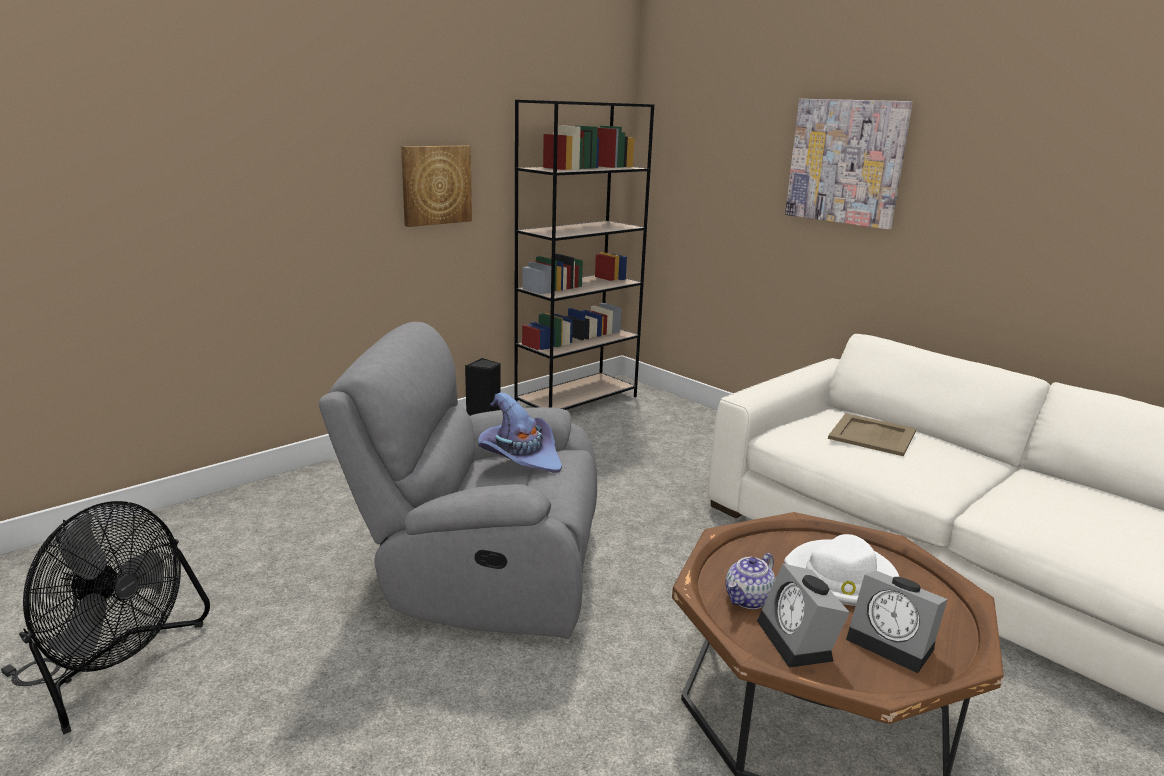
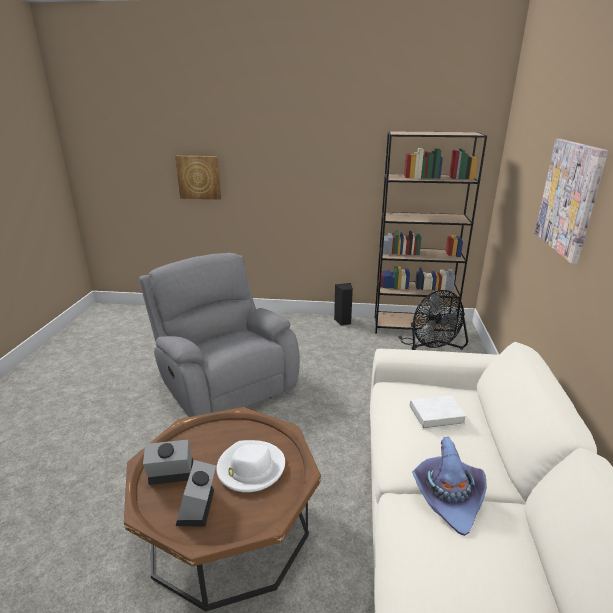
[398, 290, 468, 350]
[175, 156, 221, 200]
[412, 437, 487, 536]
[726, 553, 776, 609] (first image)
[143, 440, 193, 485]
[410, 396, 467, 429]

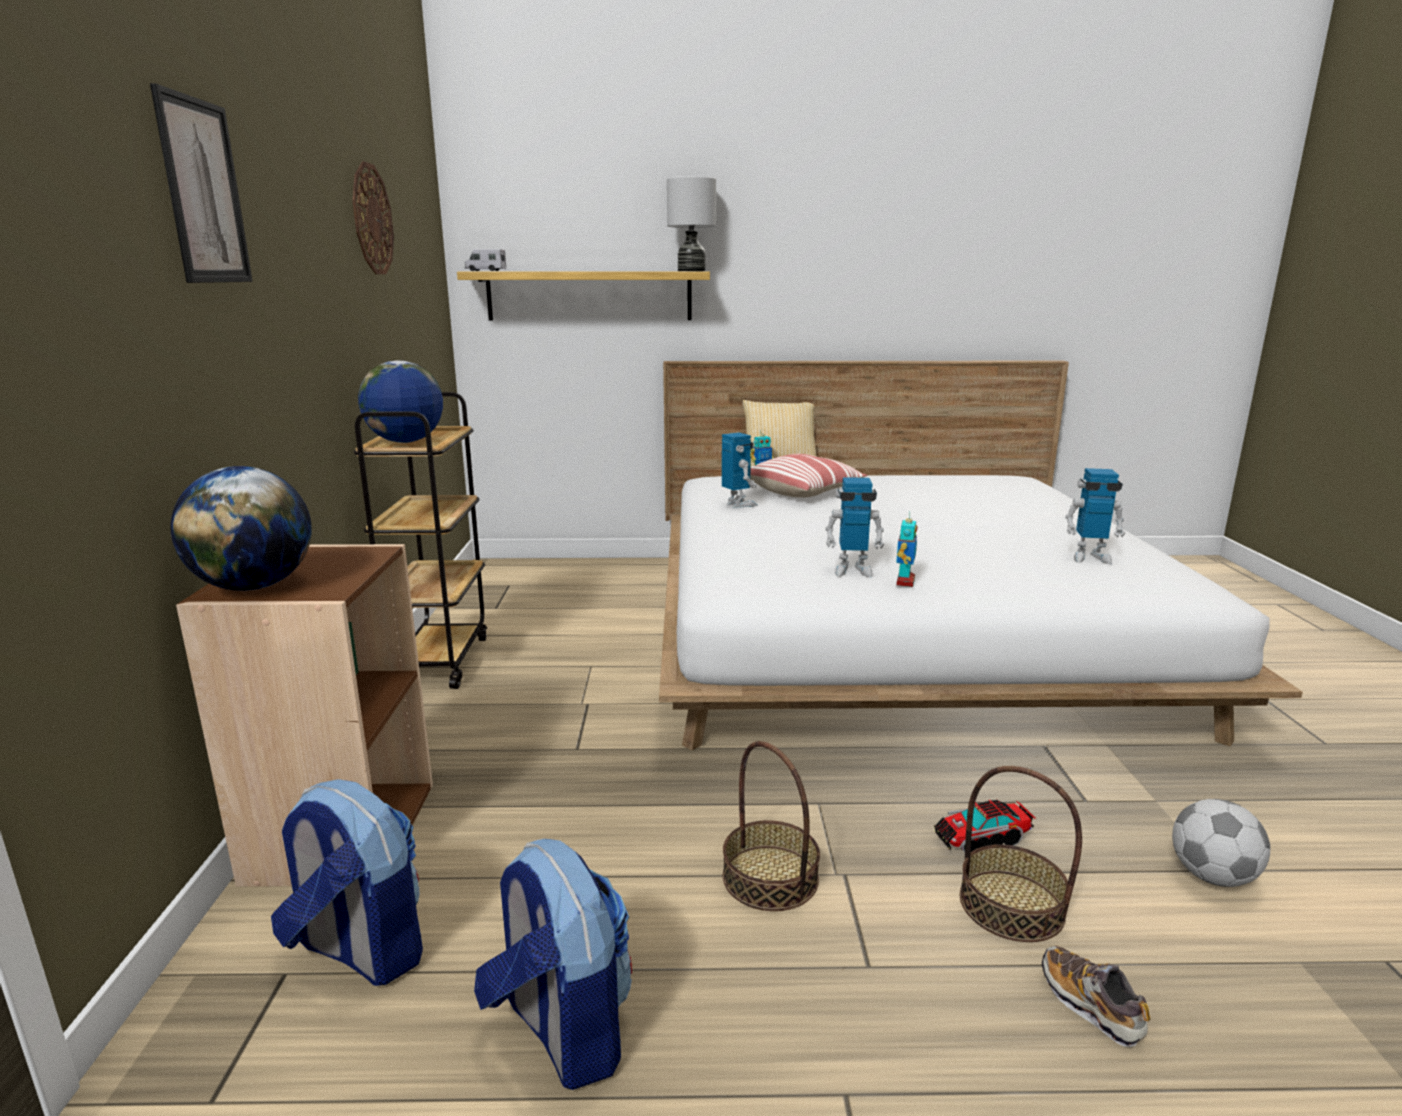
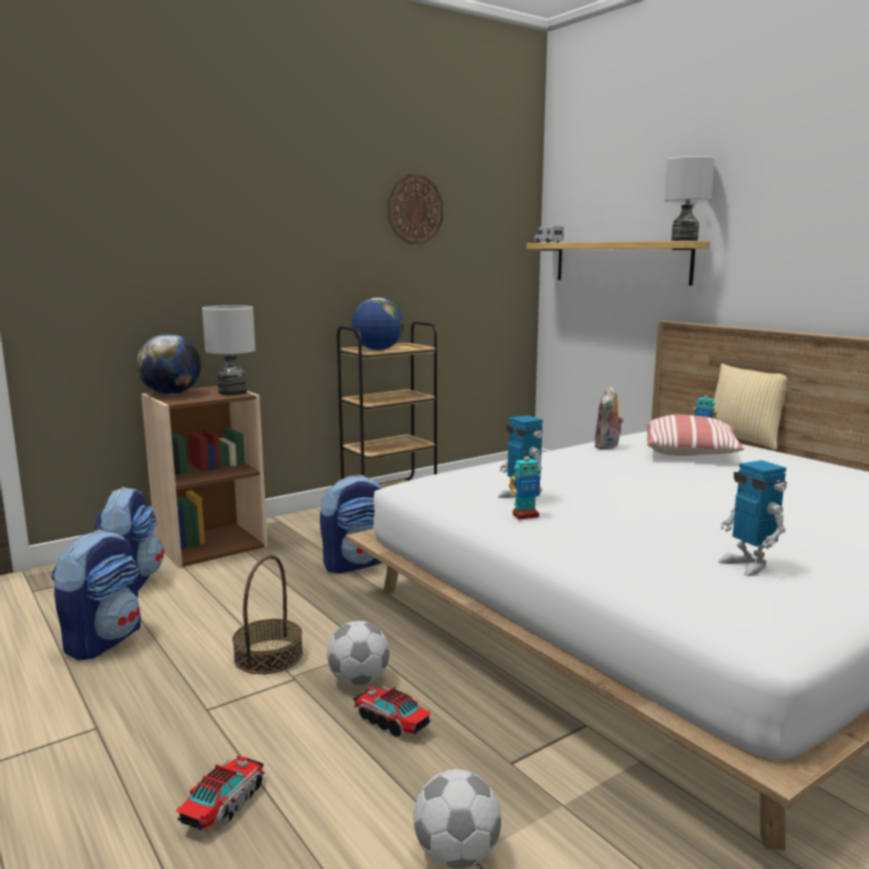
[150, 83, 253, 283] (first image)
[594, 387, 624, 450]
[959, 766, 1082, 942] (first image)
[176, 756, 264, 831]
[202, 305, 255, 395]
[320, 475, 382, 573]
[327, 621, 390, 686]

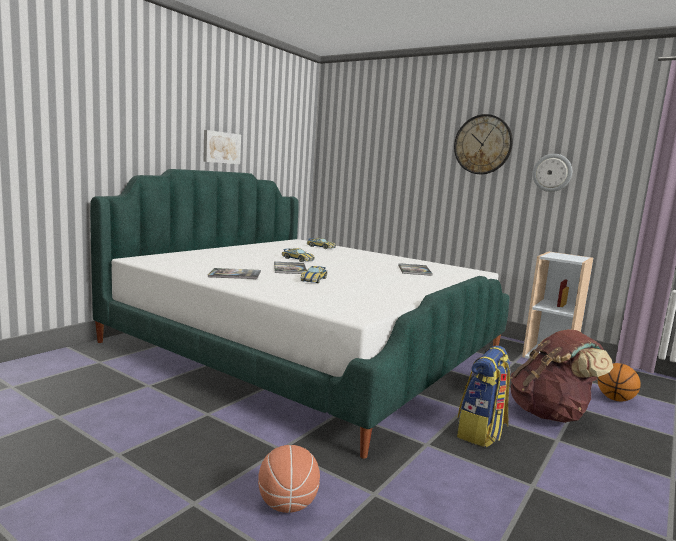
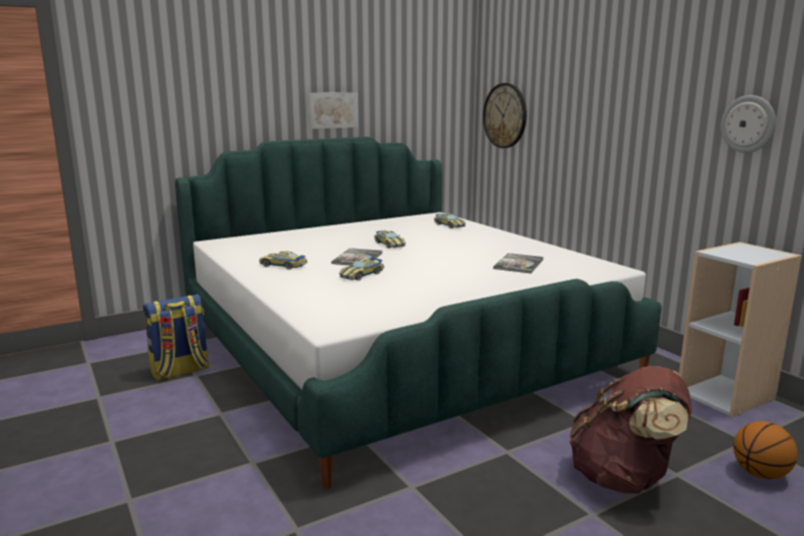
[259, 251, 307, 270]
[258, 445, 320, 513] (first image)
[483, 83, 527, 148]
[143, 294, 210, 381]

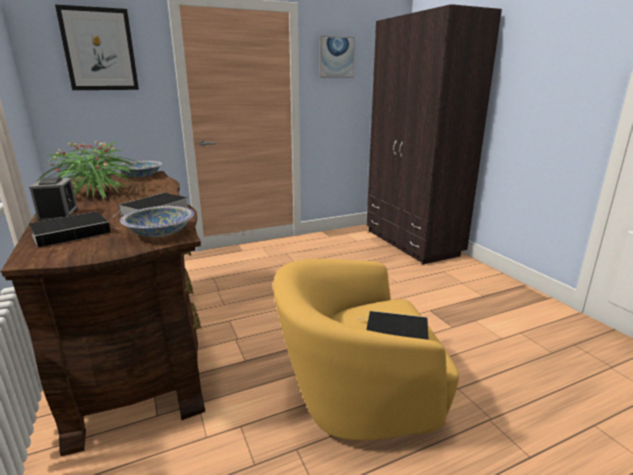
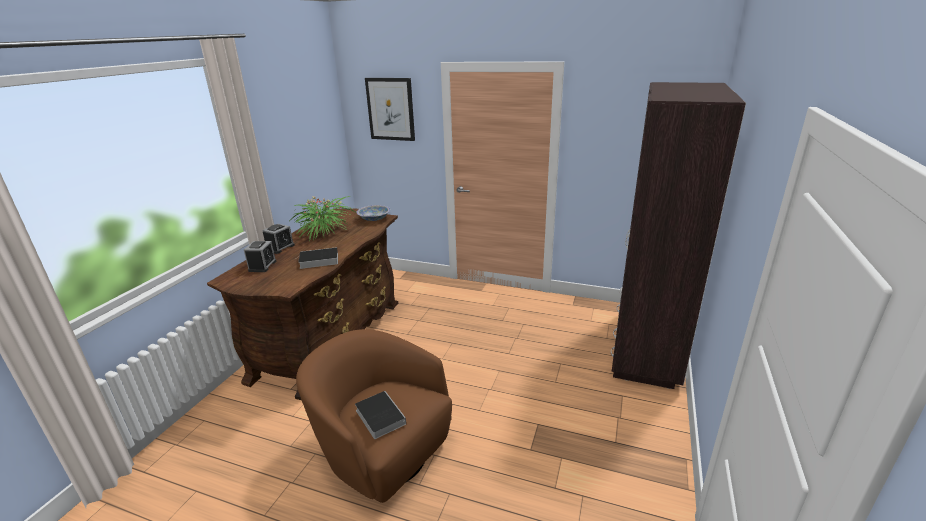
[244, 241, 276, 272]
[120, 206, 194, 237] (first image)
[296, 329, 452, 503]
[319, 36, 355, 78] (first image)

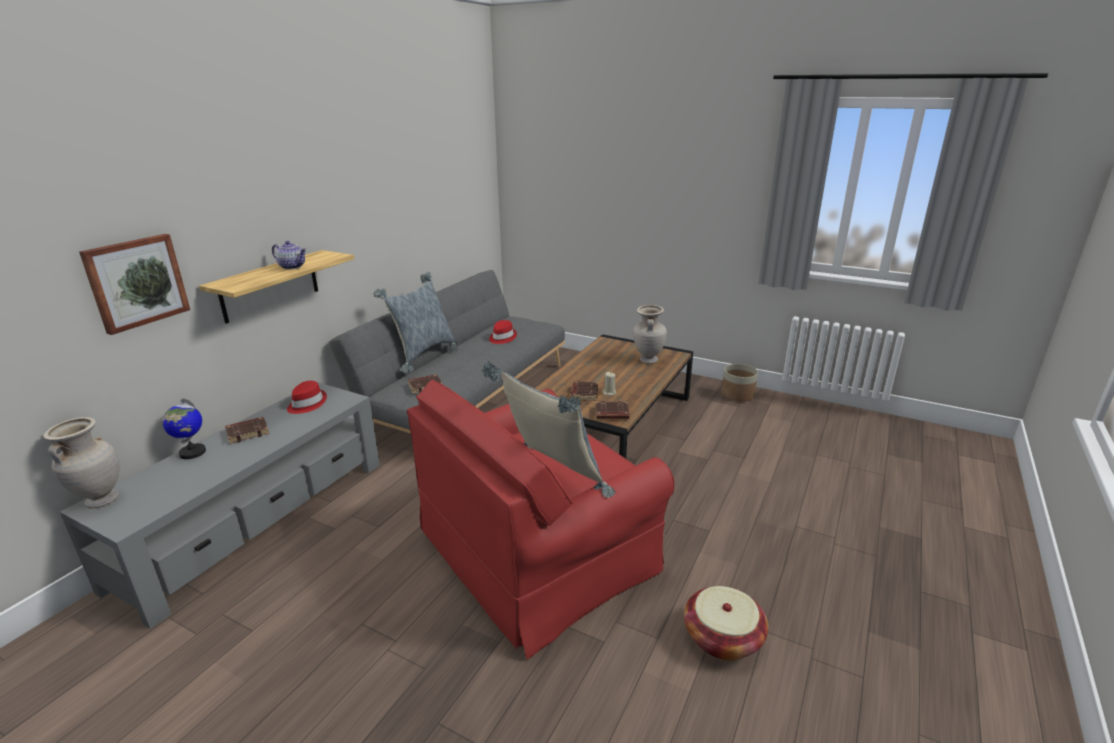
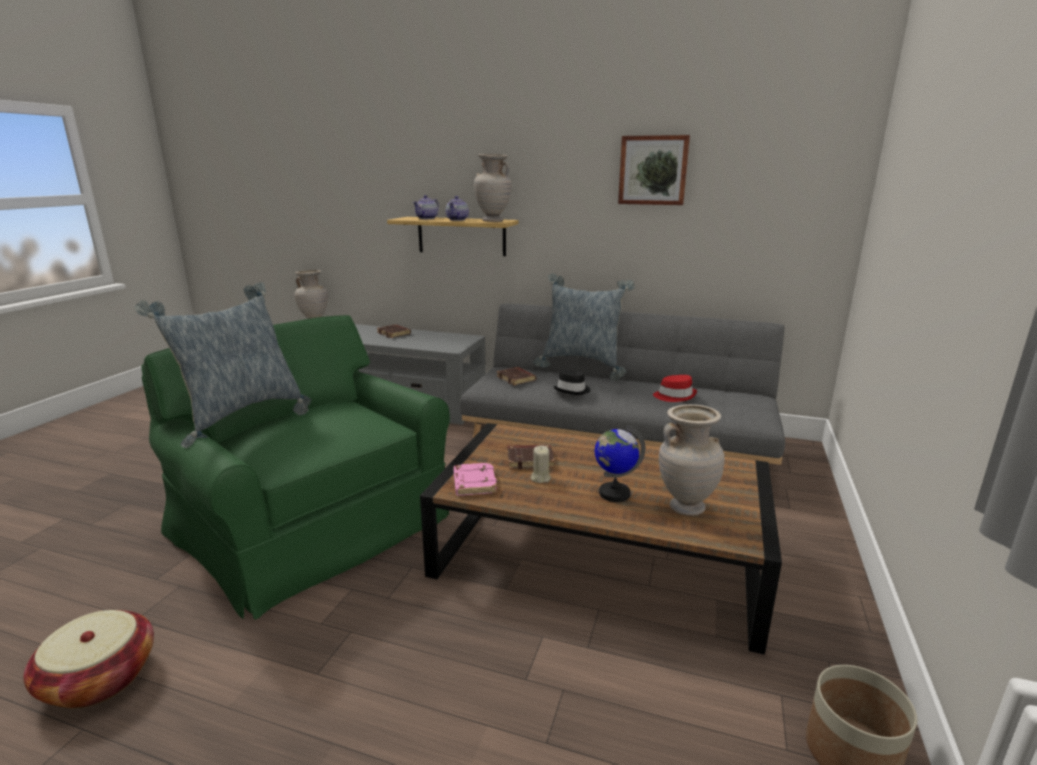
[618, 135, 690, 205]
[595, 426, 646, 502]
[287, 381, 327, 414] (first image)
[141, 315, 450, 619]
[453, 462, 497, 496]
[413, 195, 439, 219]
[474, 154, 512, 222]
[553, 370, 591, 395]

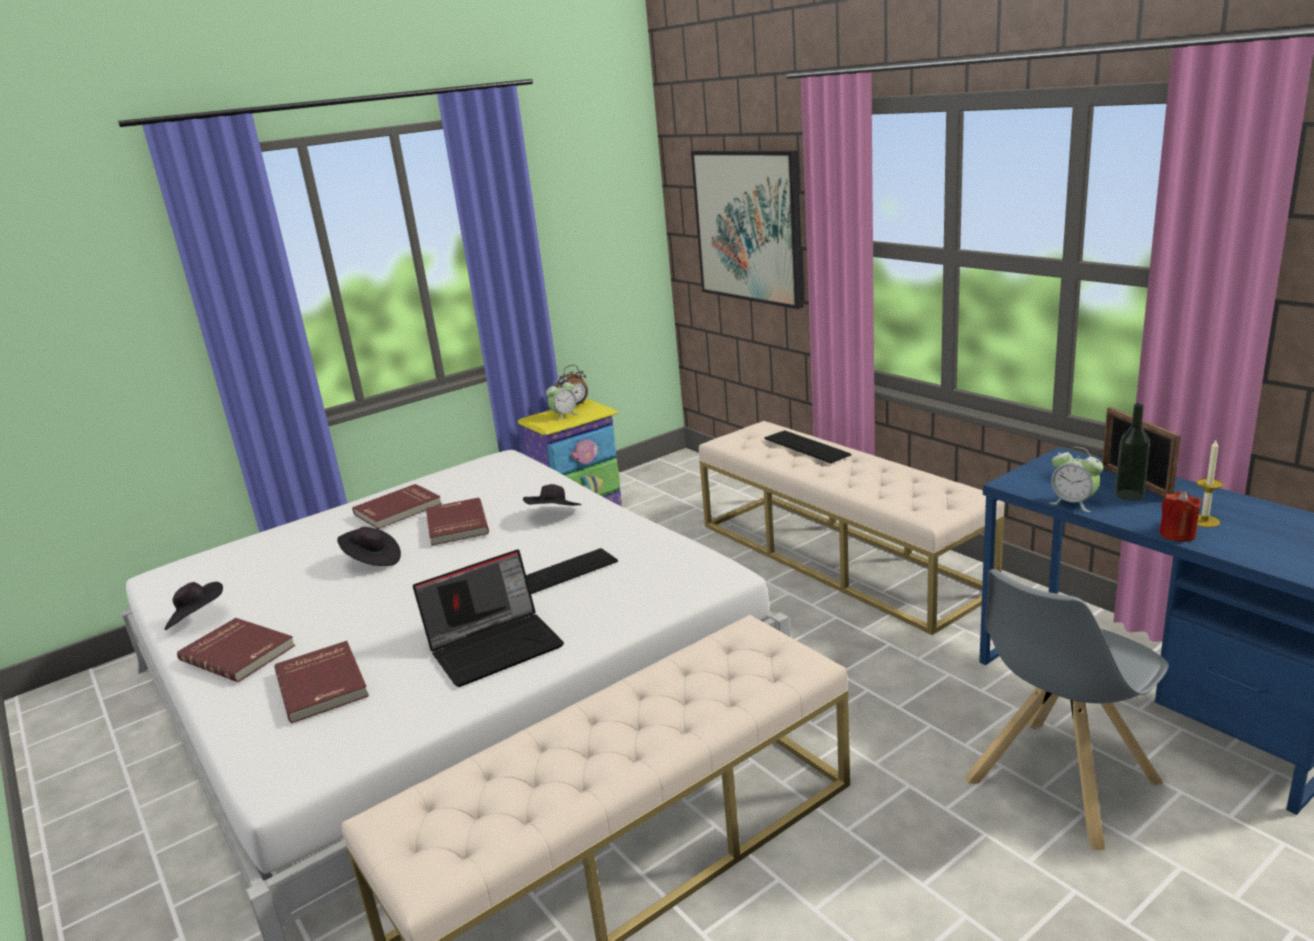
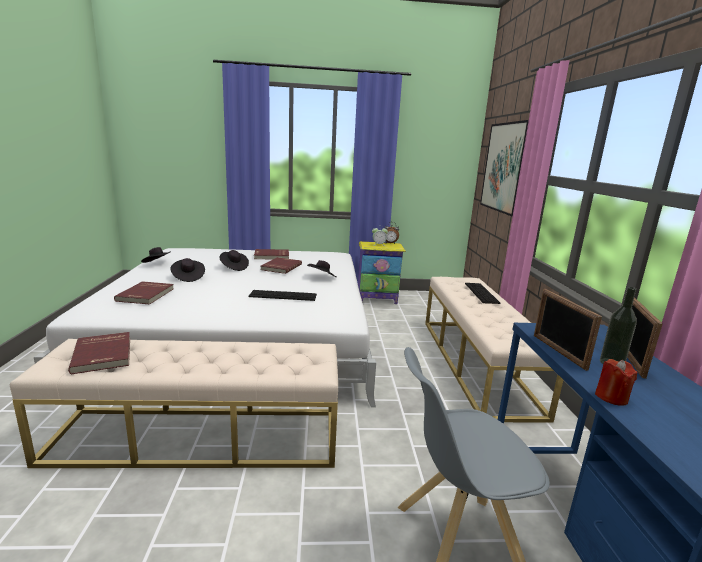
[68, 332, 130, 374]
[413, 549, 564, 687] (first image)
[534, 289, 602, 371]
[1196, 440, 1224, 527] (first image)
[171, 258, 205, 282]

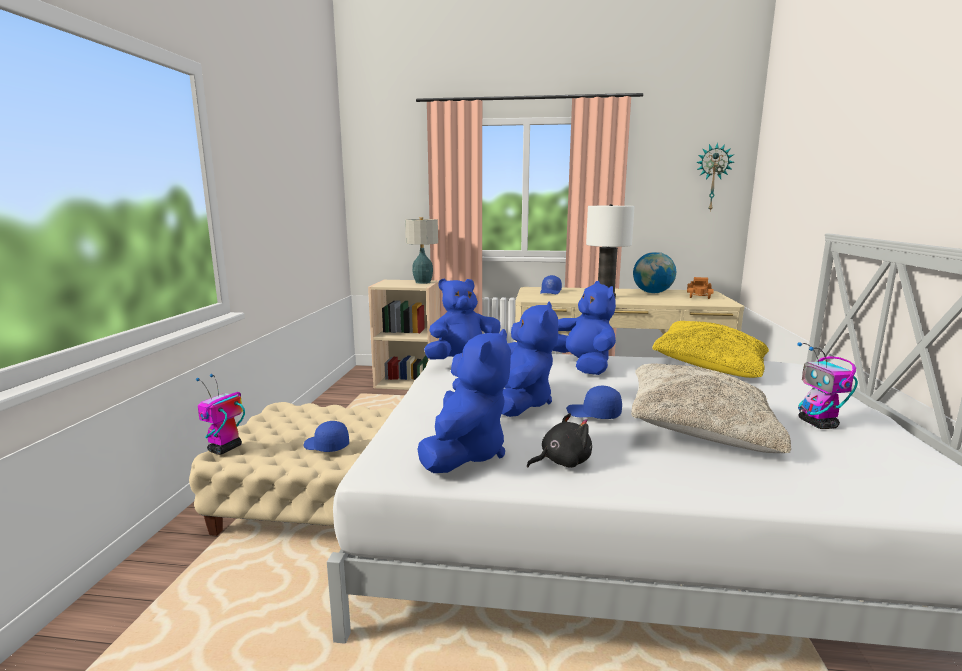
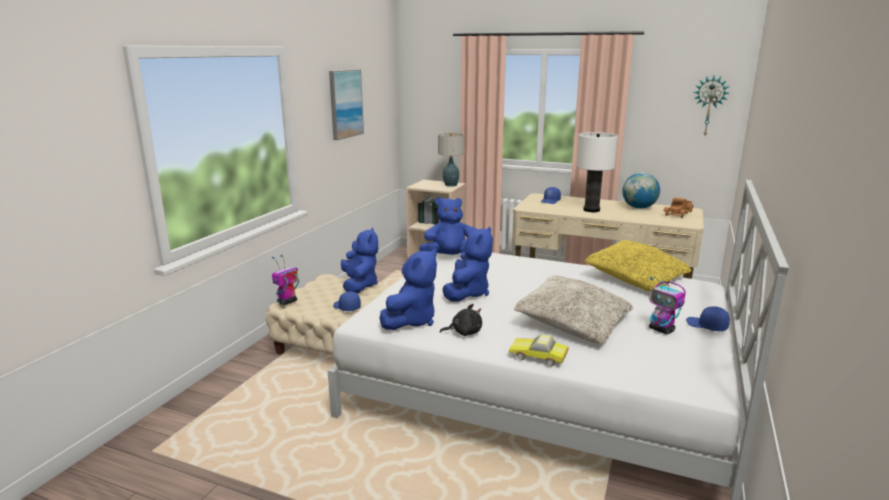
[341, 227, 378, 293]
[686, 306, 730, 331]
[649, 277, 686, 334]
[329, 69, 364, 140]
[509, 334, 569, 366]

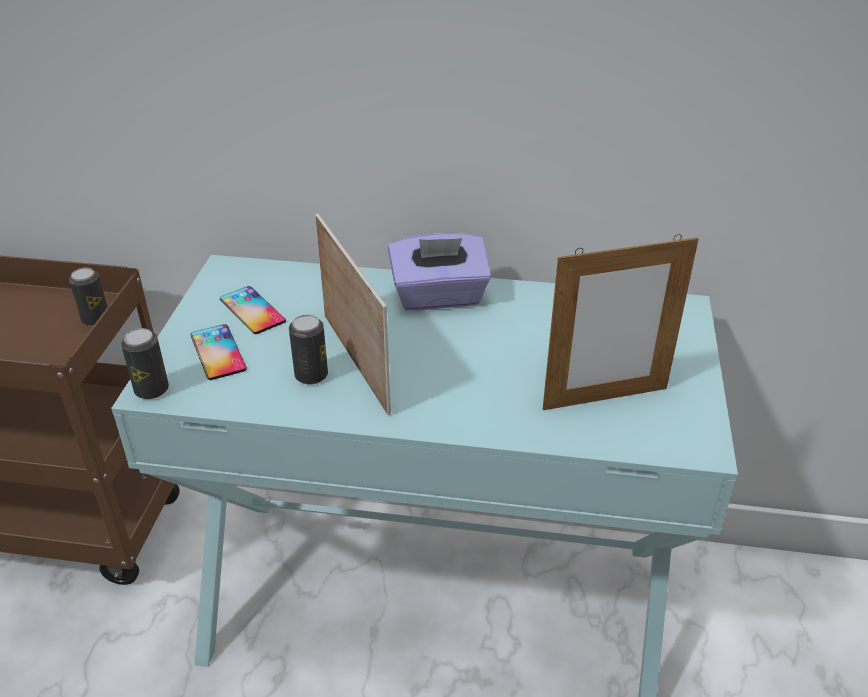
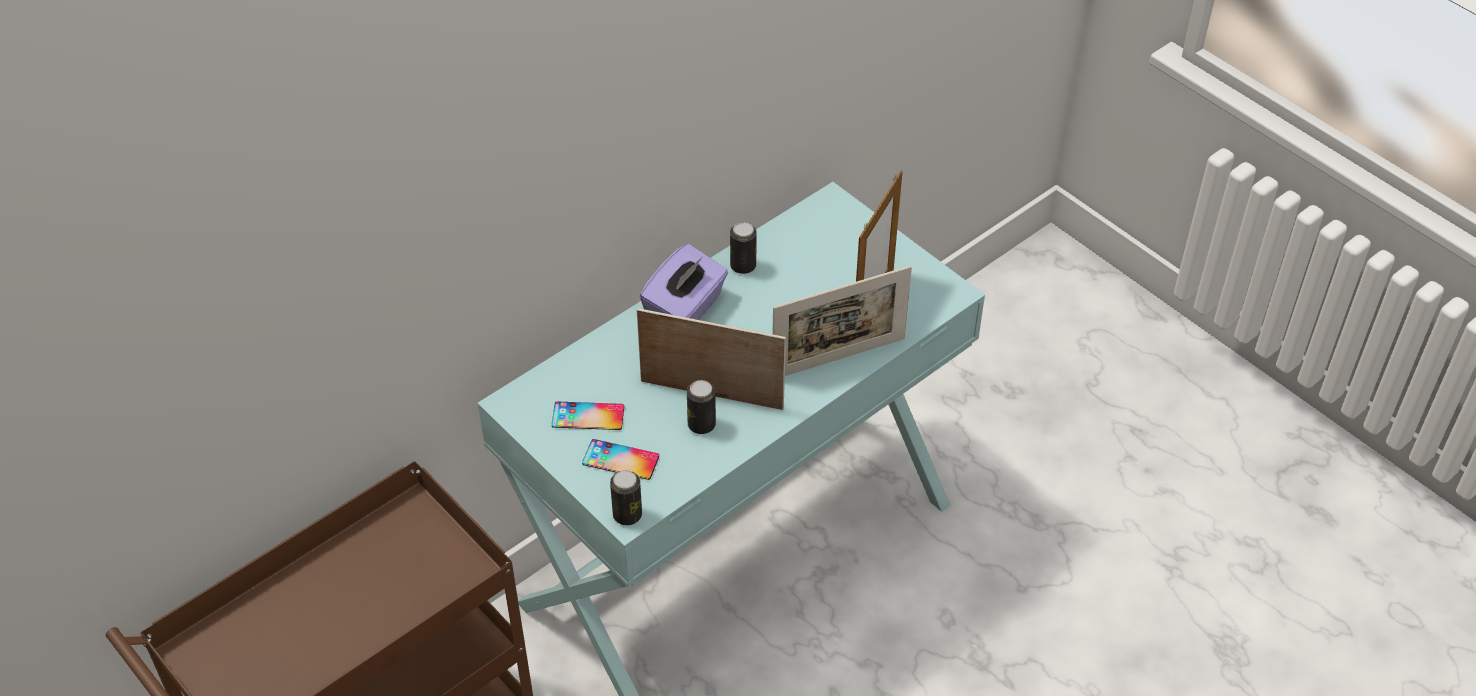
[730, 222, 757, 274]
[772, 266, 912, 376]

